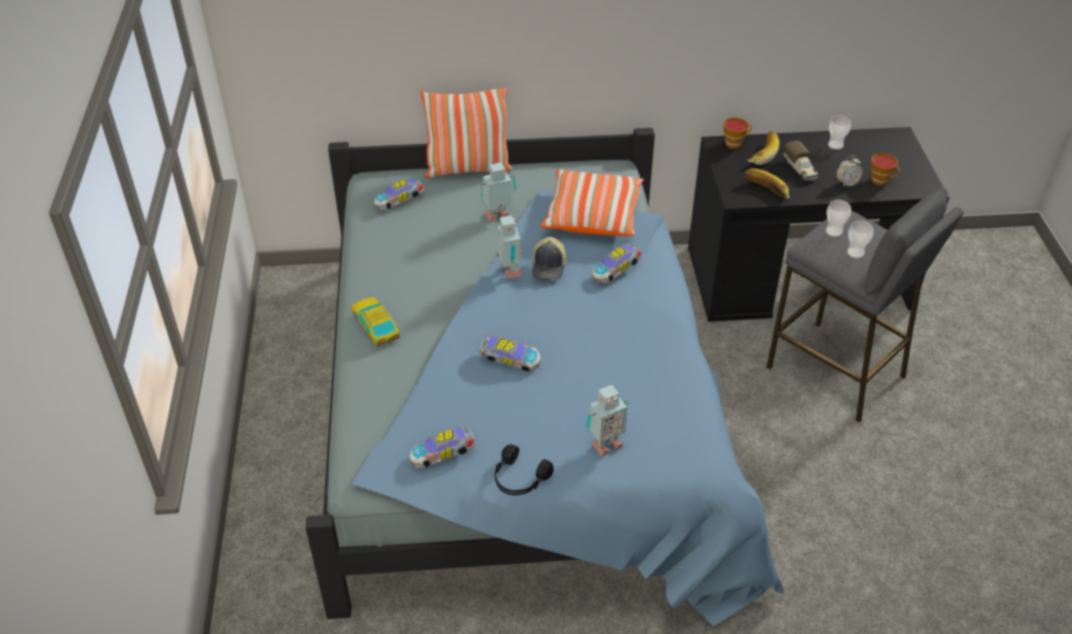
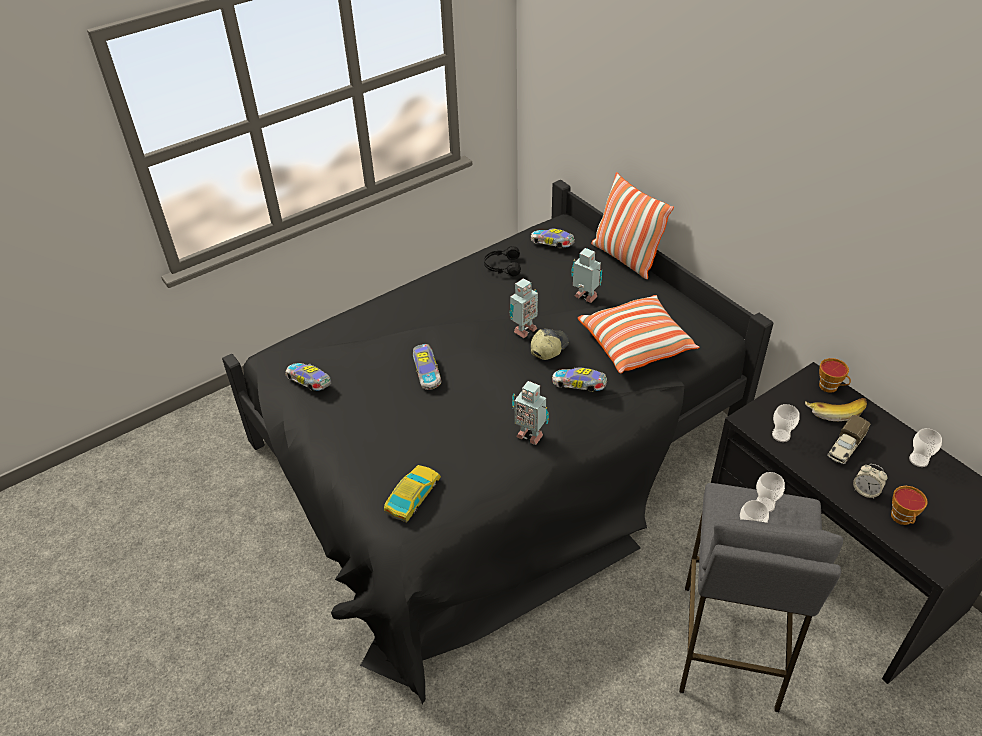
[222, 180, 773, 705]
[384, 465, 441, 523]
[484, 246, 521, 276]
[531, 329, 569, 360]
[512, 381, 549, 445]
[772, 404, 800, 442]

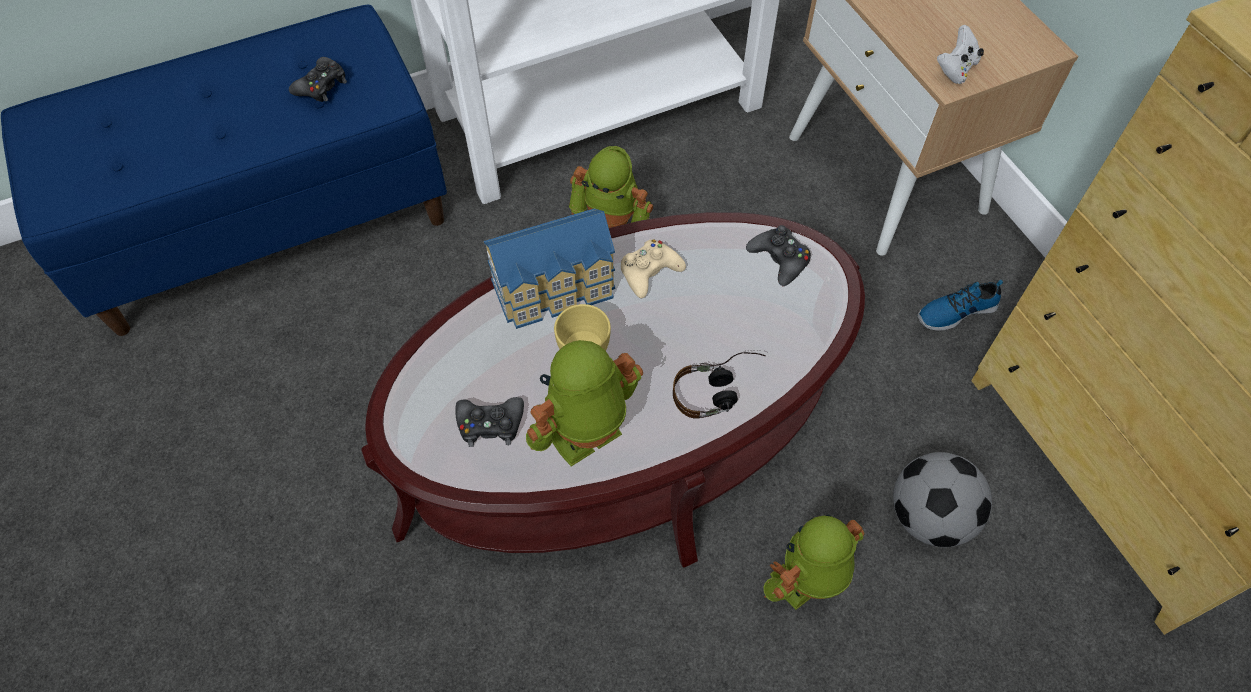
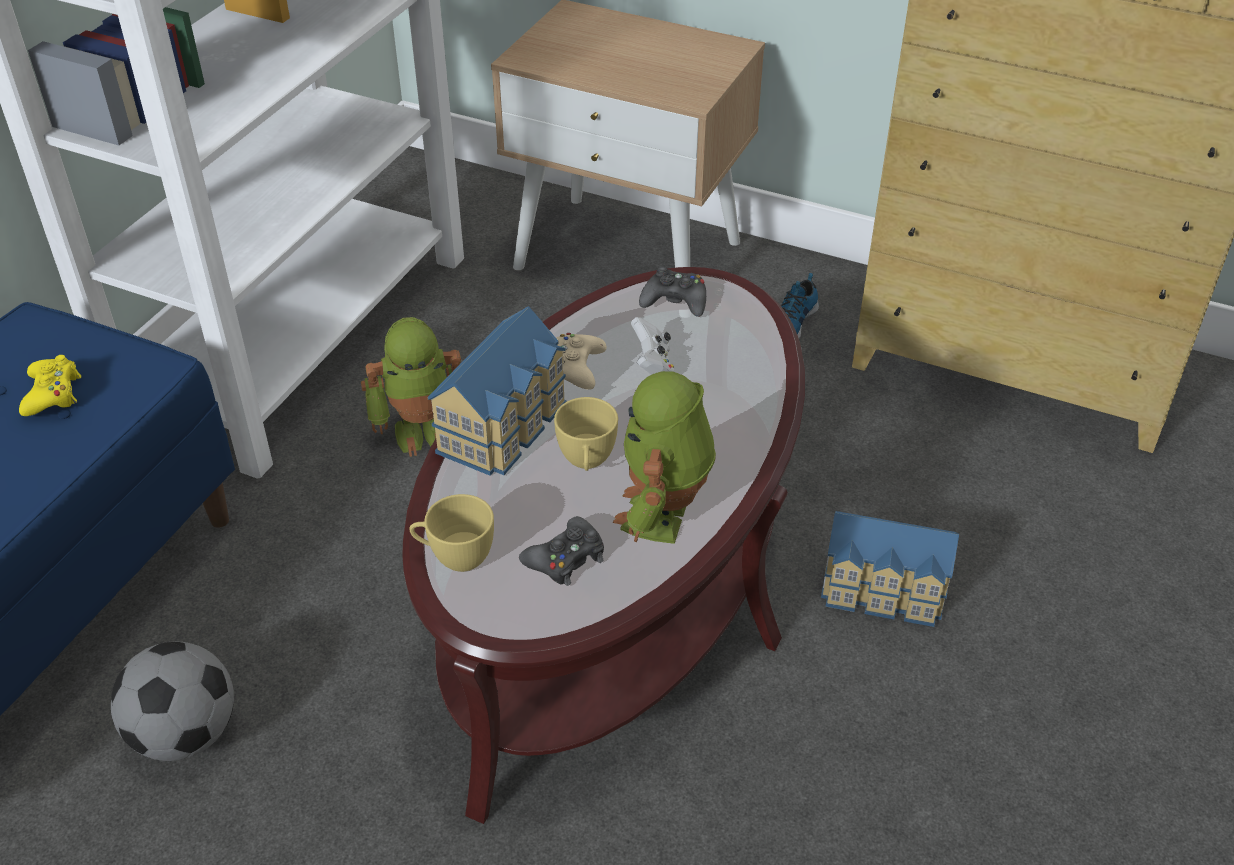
[19, 355, 81, 416]
[673, 352, 766, 419] (first image)
[821, 511, 959, 627]
[111, 642, 234, 761]
[631, 317, 675, 375]
[409, 494, 494, 572]

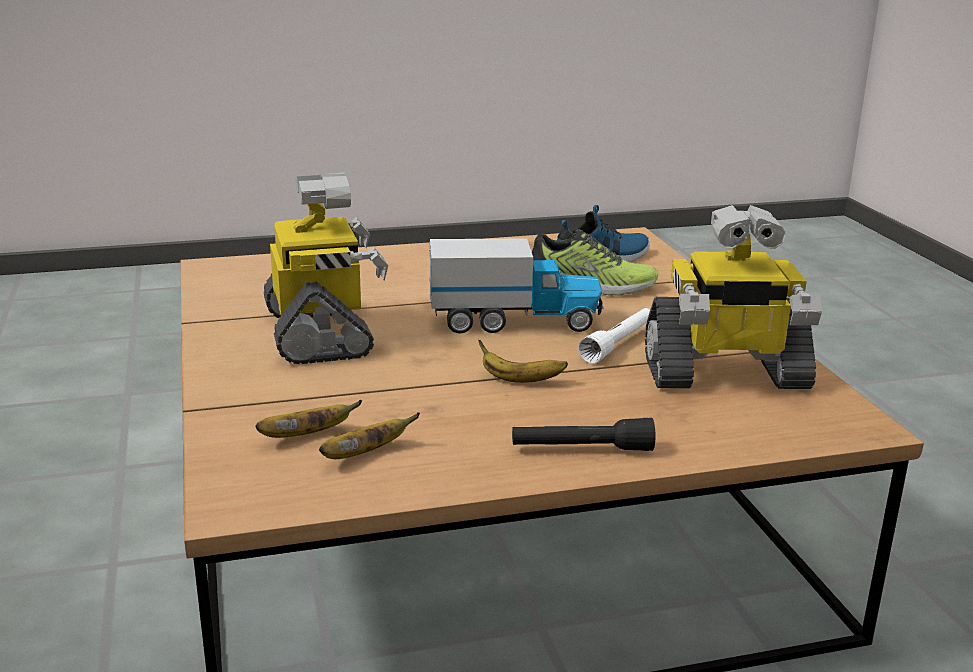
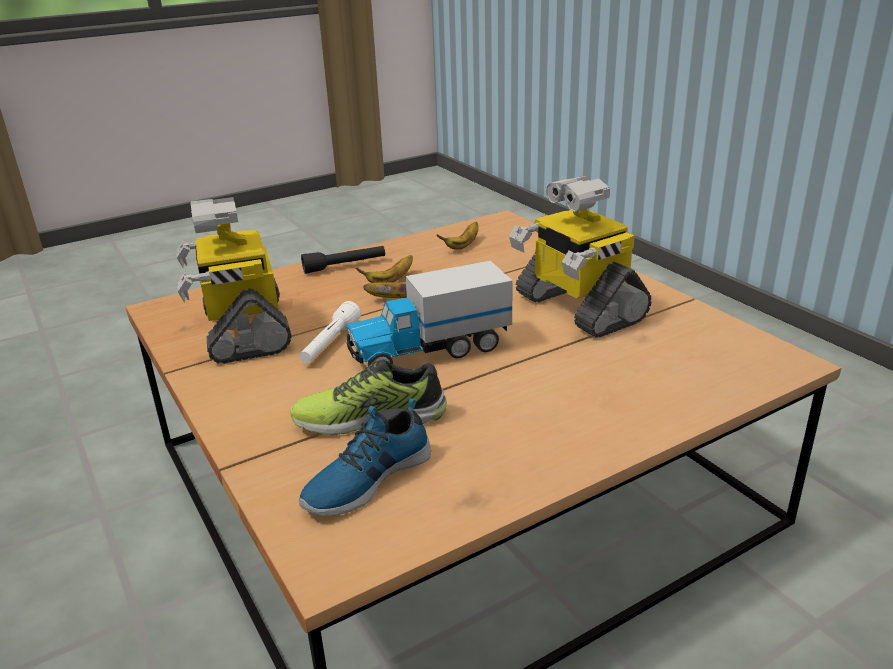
[356, 255, 413, 283]
[177, 197, 292, 364]

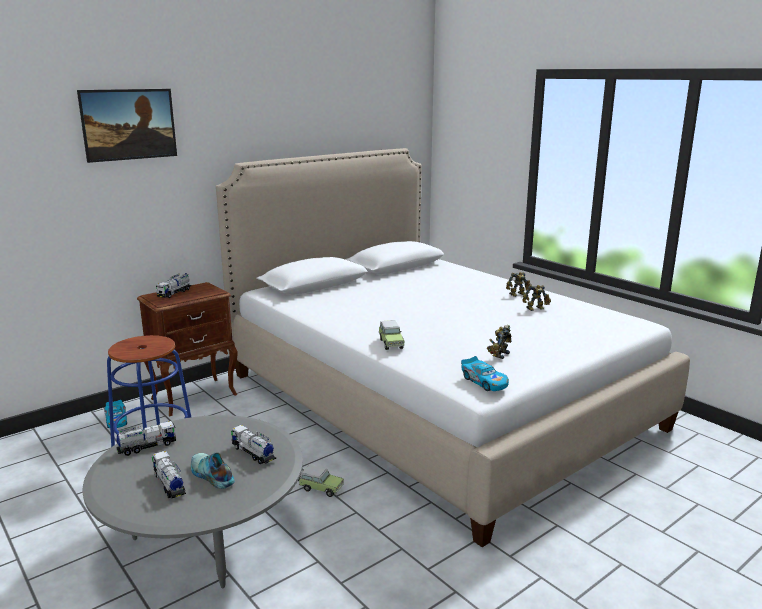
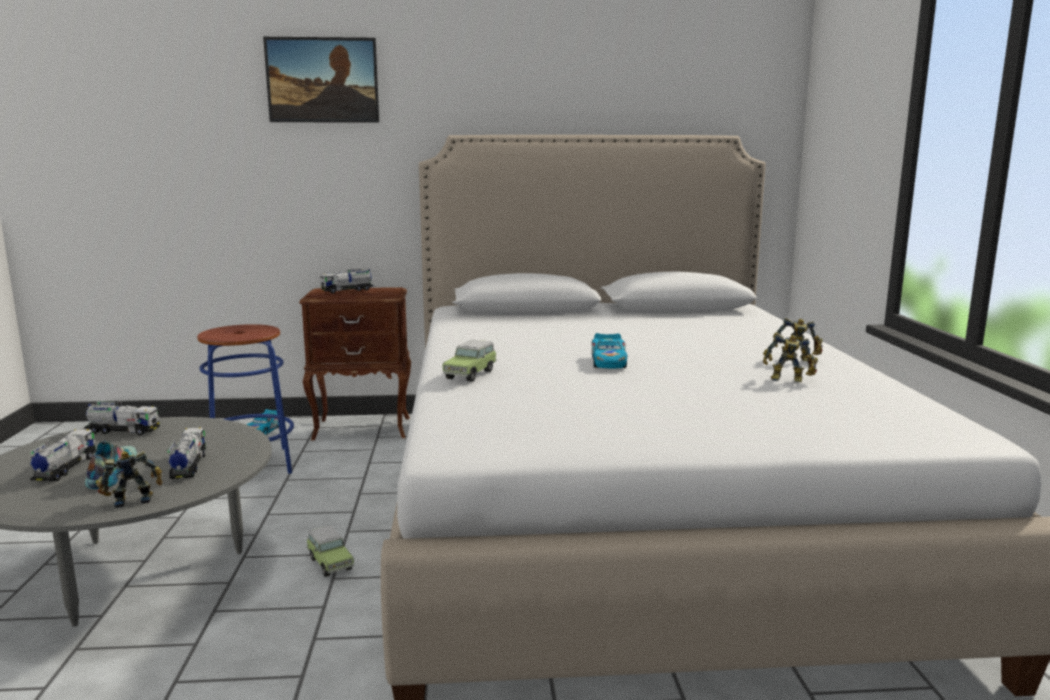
[591, 333, 628, 369]
[95, 451, 162, 508]

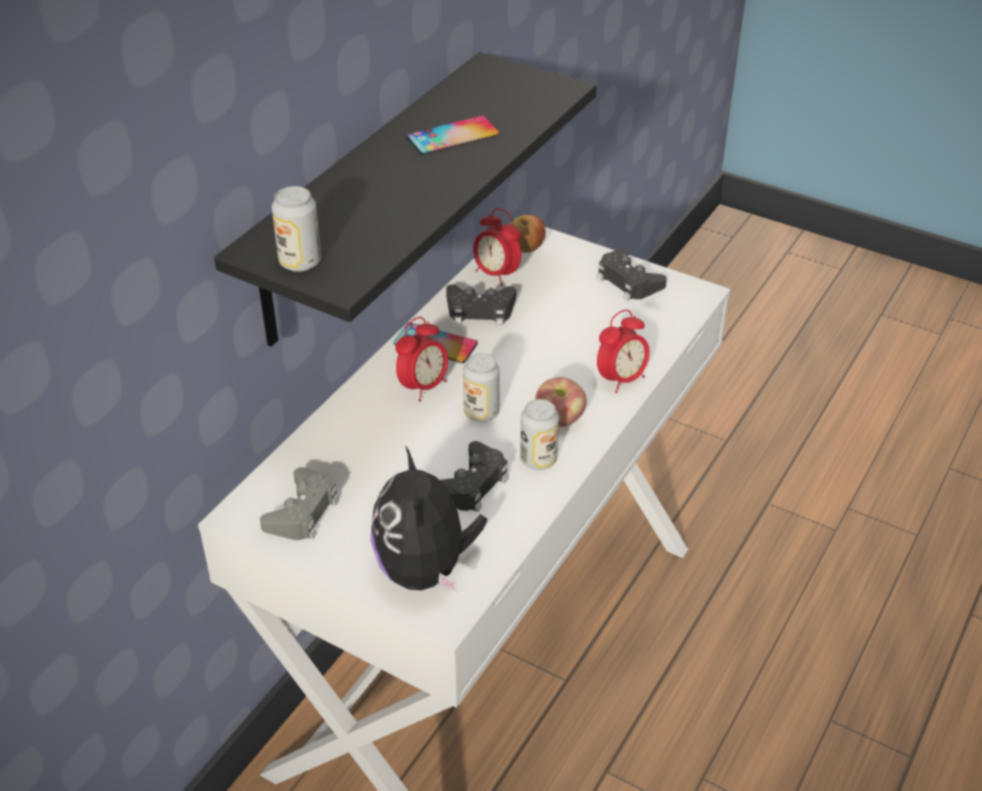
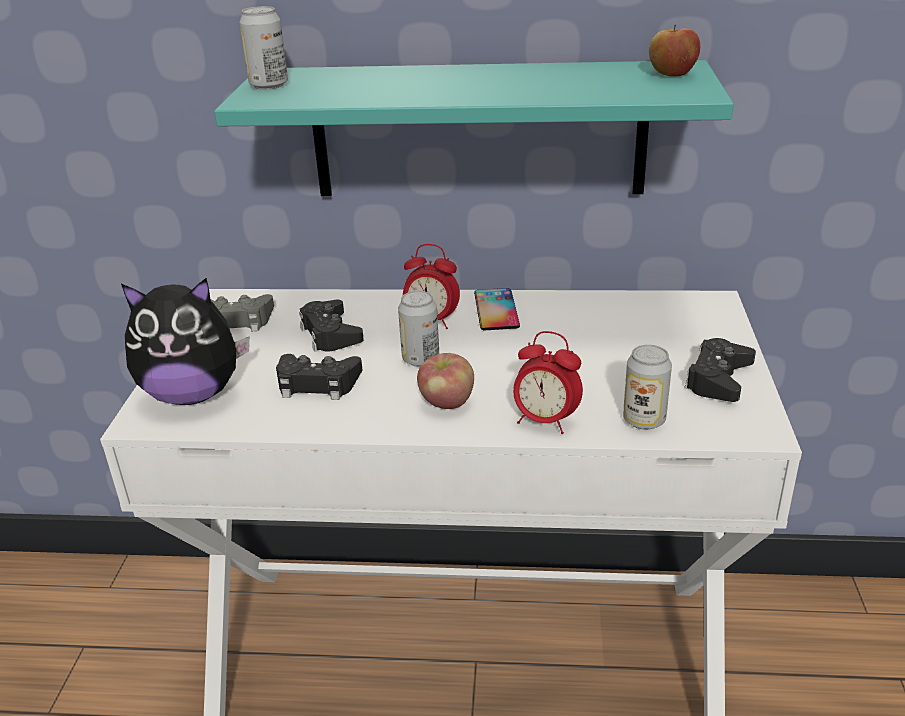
[214, 60, 734, 196]
[121, 278, 249, 405]
[406, 115, 499, 155] (first image)
[299, 300, 364, 352]
[473, 208, 521, 286] (first image)
[649, 25, 700, 77]
[623, 345, 672, 430]

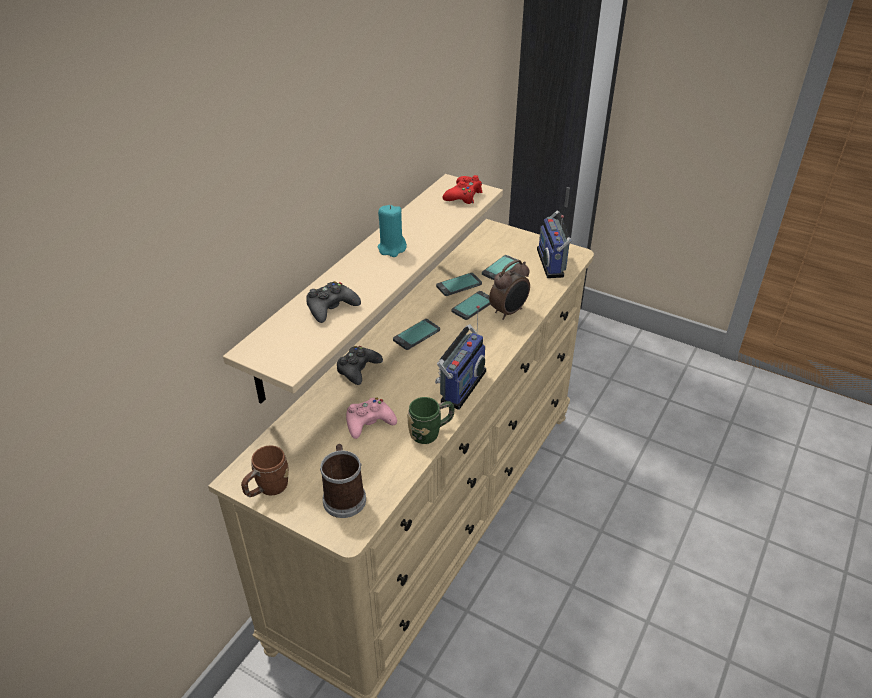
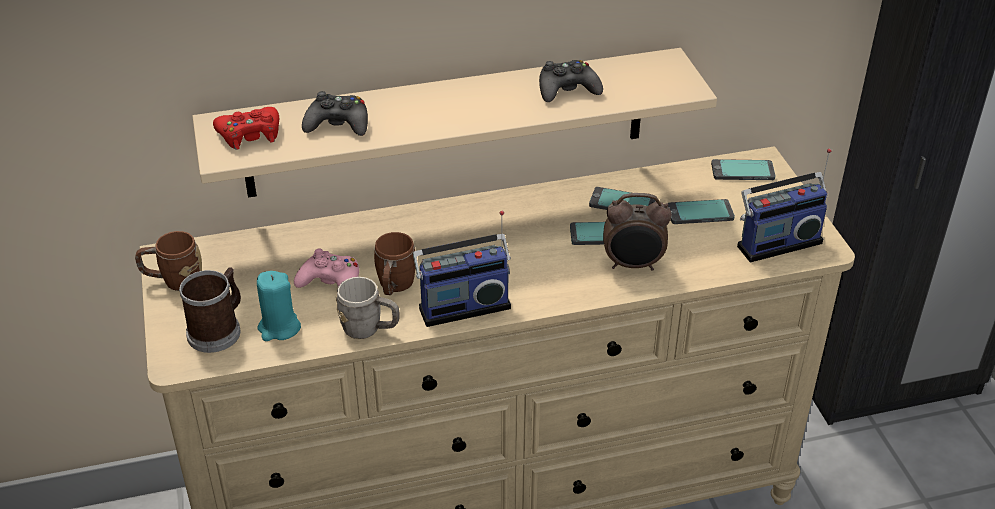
[539, 60, 603, 102]
[257, 271, 301, 341]
[711, 159, 775, 180]
[336, 277, 400, 339]
[213, 107, 279, 150]
[737, 149, 831, 262]
[374, 232, 415, 295]

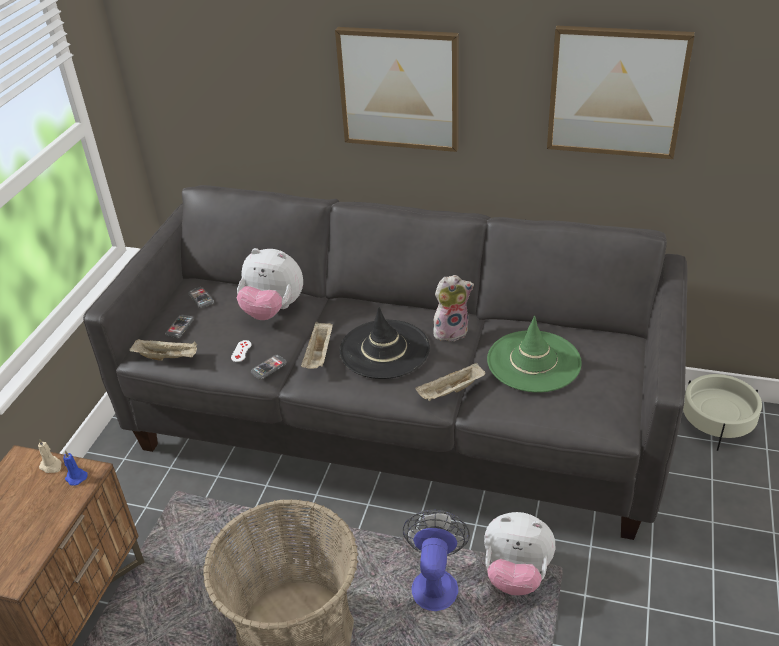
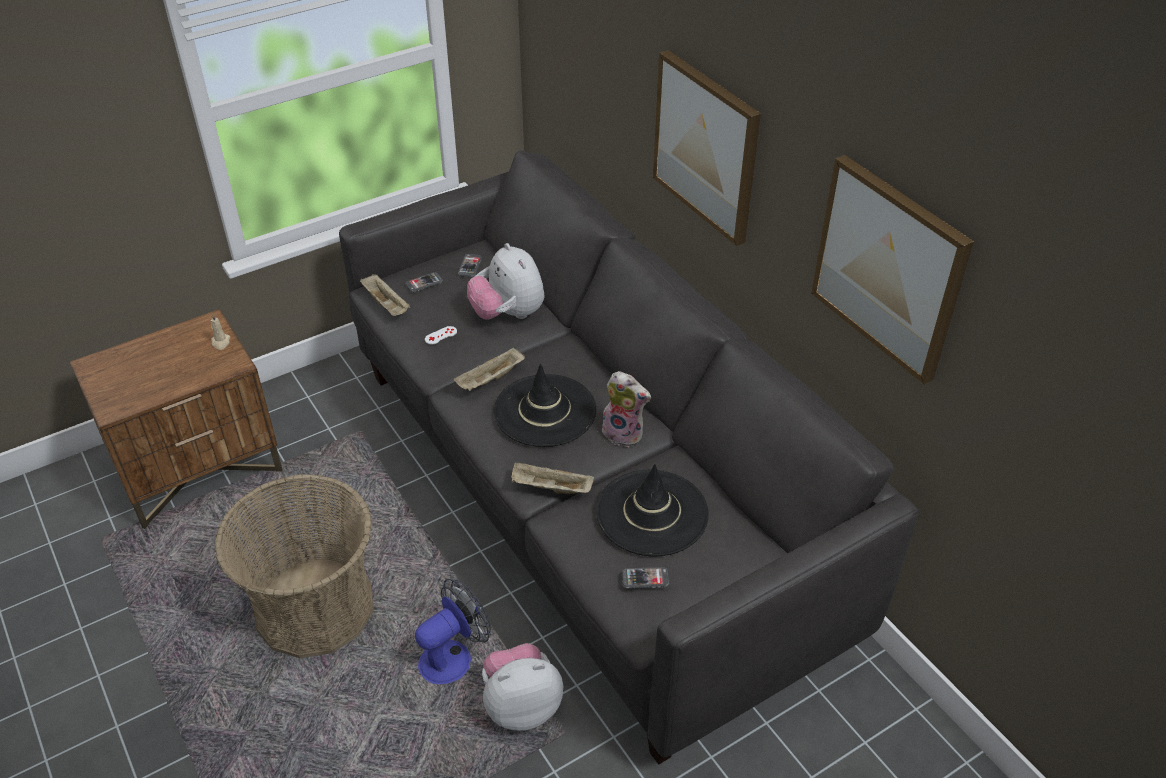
[63, 450, 88, 486] (first image)
[622, 567, 669, 589]
[482, 643, 563, 731]
[596, 464, 709, 557]
[683, 374, 762, 451] (first image)

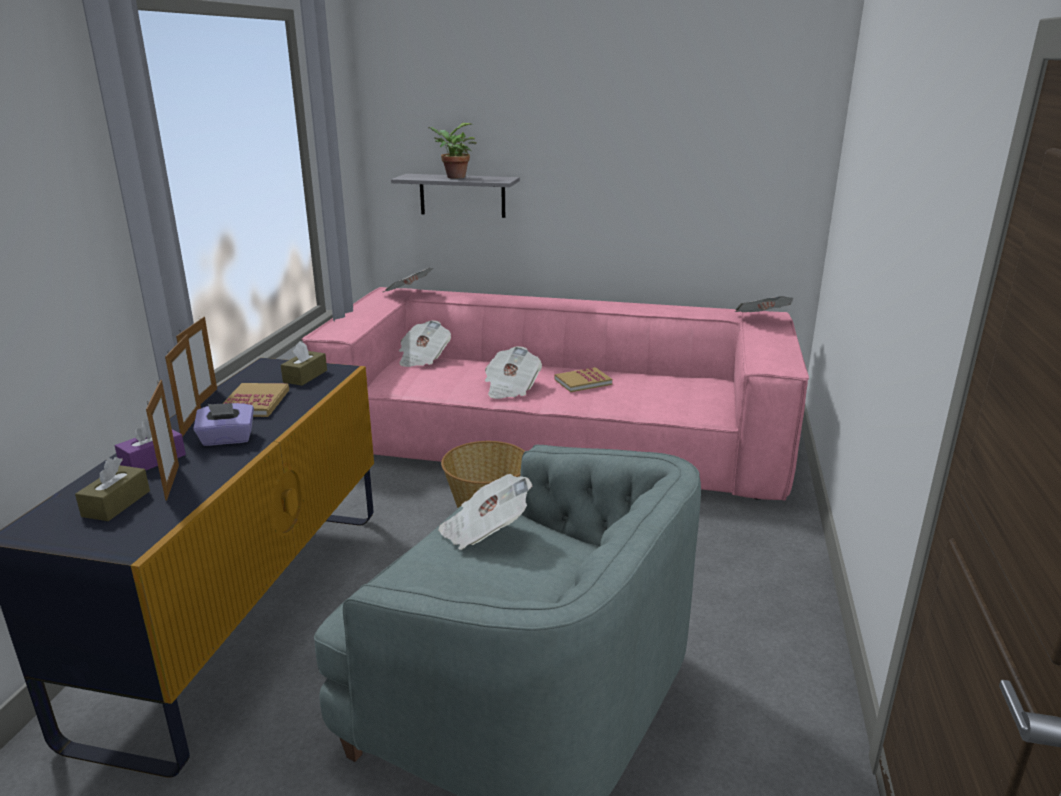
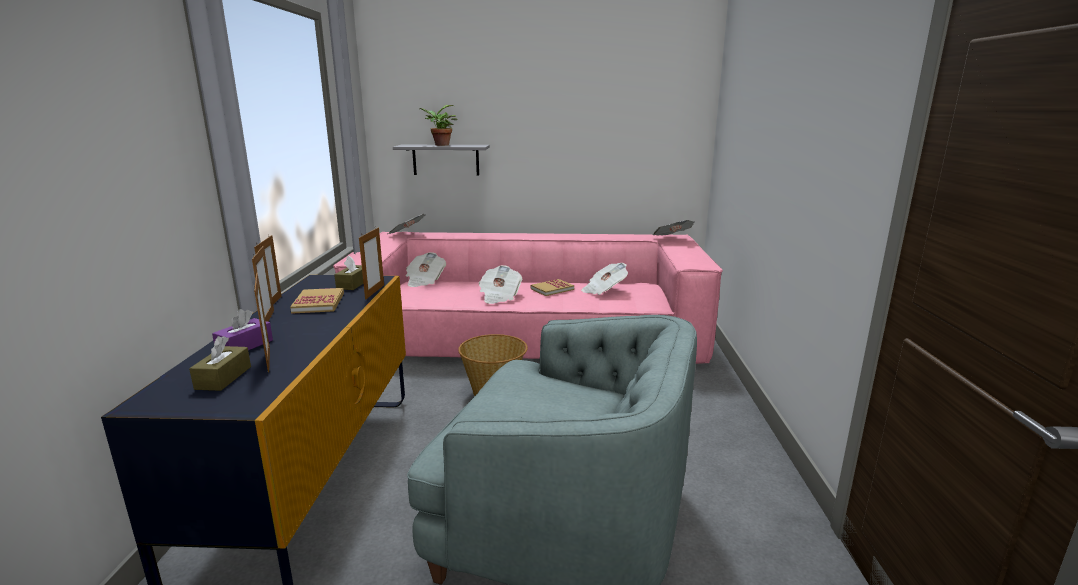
[193, 403, 254, 446] (first image)
[581, 263, 628, 295]
[359, 227, 384, 300]

